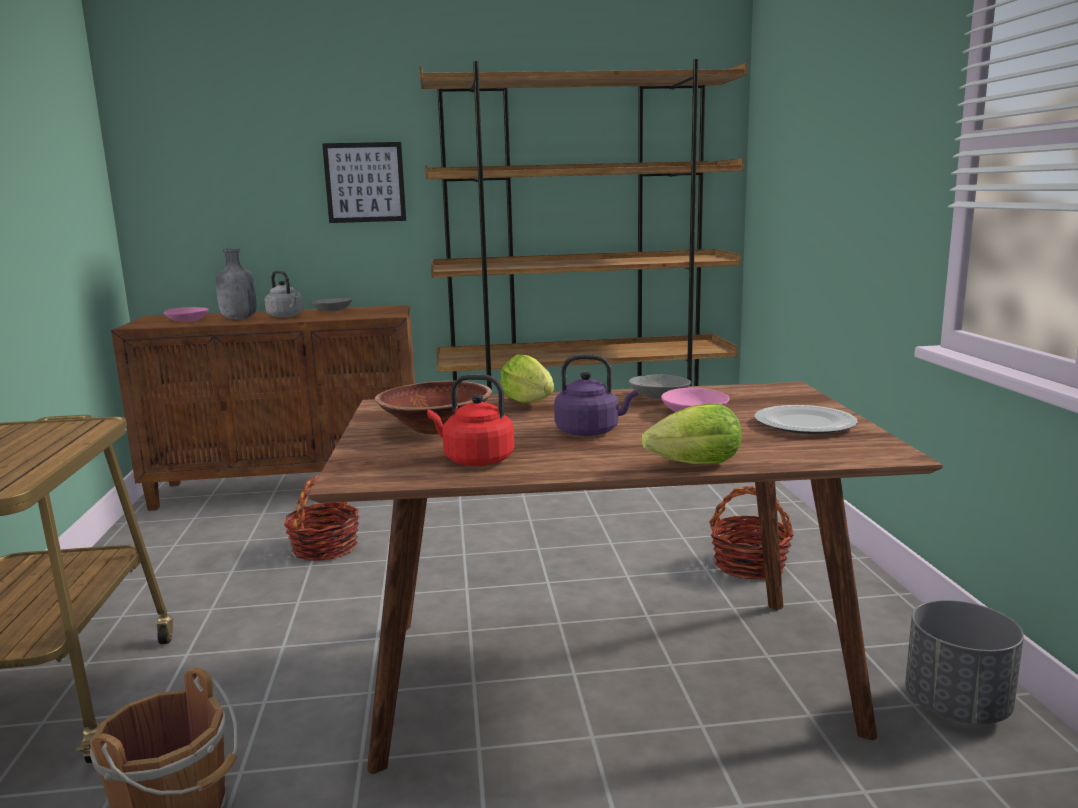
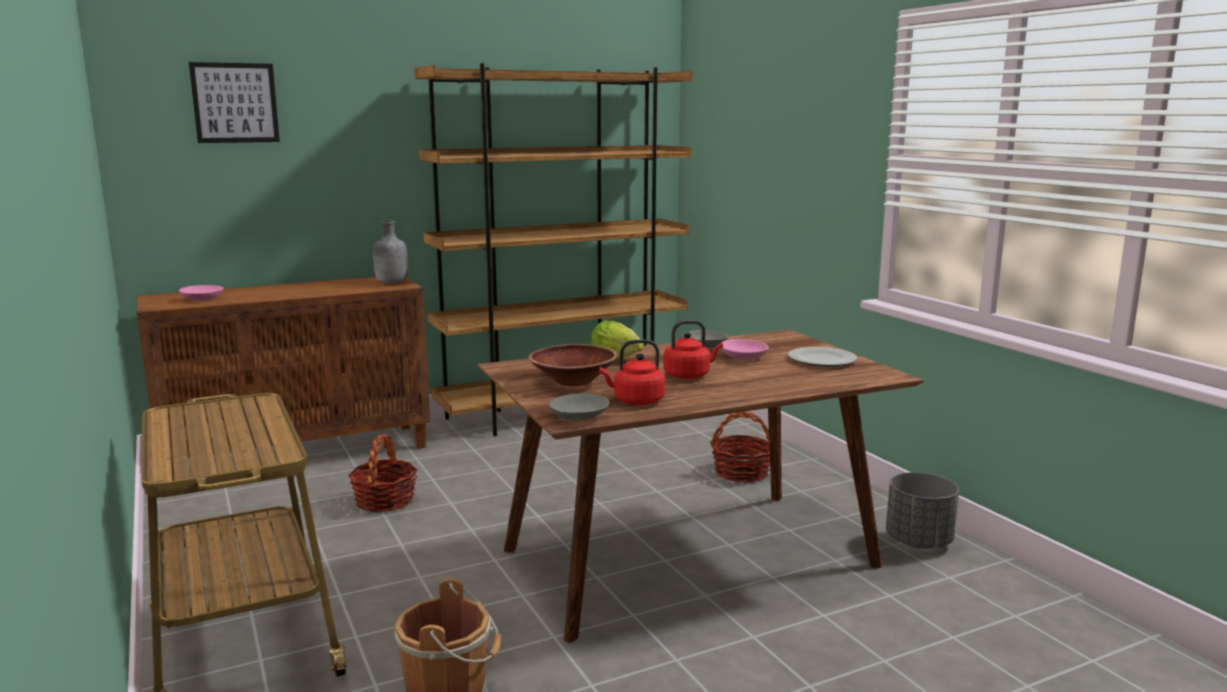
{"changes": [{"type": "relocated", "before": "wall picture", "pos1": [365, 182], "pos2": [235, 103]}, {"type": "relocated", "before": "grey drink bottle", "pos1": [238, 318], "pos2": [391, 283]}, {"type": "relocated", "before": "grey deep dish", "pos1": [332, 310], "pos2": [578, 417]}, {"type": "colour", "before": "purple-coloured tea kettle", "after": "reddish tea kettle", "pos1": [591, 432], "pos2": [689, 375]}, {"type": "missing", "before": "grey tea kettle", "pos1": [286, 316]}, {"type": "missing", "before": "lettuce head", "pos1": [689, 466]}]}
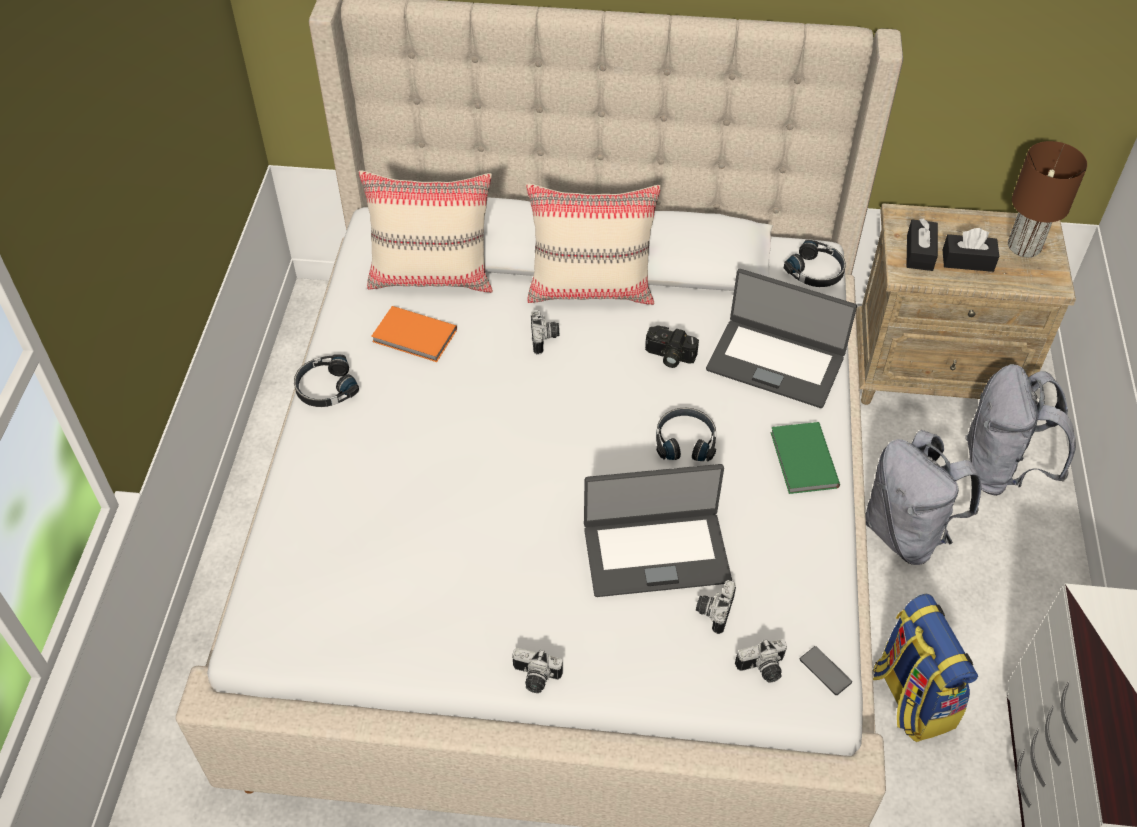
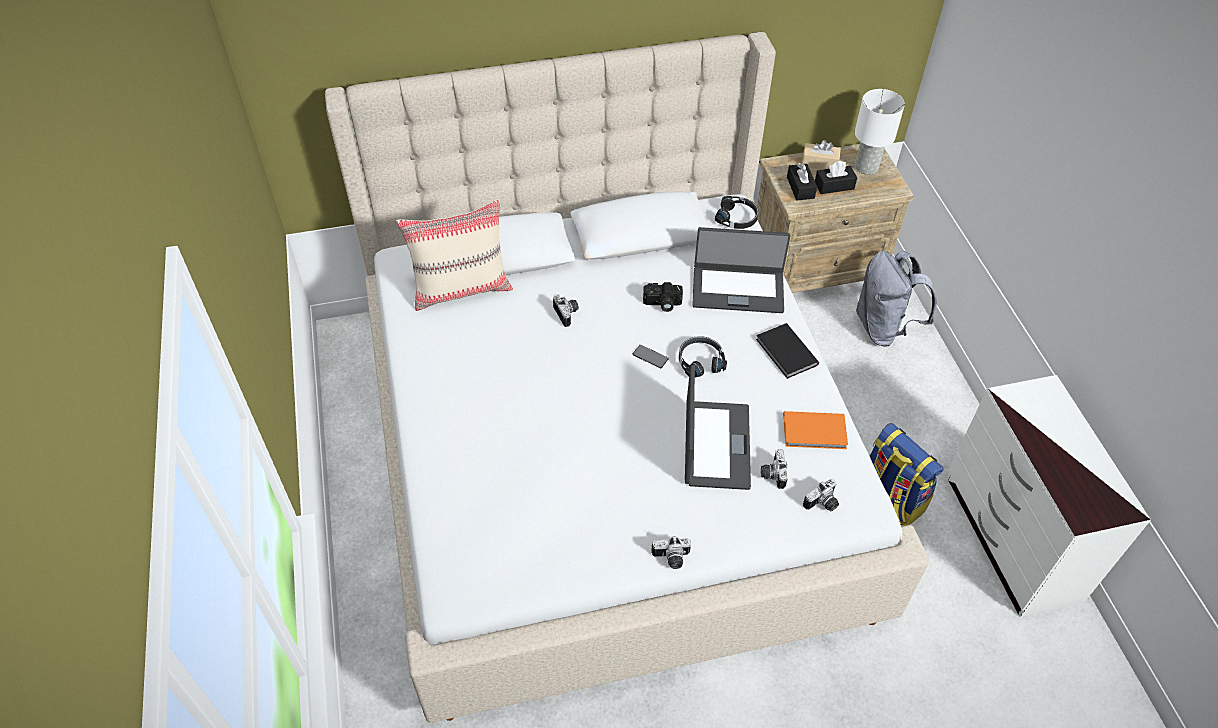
{"changes": [{"type": "relocated", "before": "telephone", "pos1": [825, 671], "pos2": [650, 357]}, {"type": "spun", "before": "notebook computer", "pos1": [656, 552], "pos2": [715, 445], "turn": -60}, {"type": "colour", "before": "green book", "after": "black book", "pos1": [802, 461], "pos2": [785, 353]}, {"type": "relocated", "before": "orangey book", "pos1": [414, 337], "pos2": [815, 433]}, {"type": "appeared", "after": "beige-coloured box of tissues", "pos2": [819, 163]}, {"type": "colour", "before": "brown lamp for a table", "after": "white-coloured lamp for a table", "pos1": [1023, 246], "pos2": [866, 167]}, {"type": "missing", "before": "black headphones", "pos1": [325, 388]}, {"type": "missing", "before": "beige-coloured throw pillow", "pos1": [591, 289]}, {"type": "missing", "before": "grey rucksack", "pos1": [906, 533]}]}
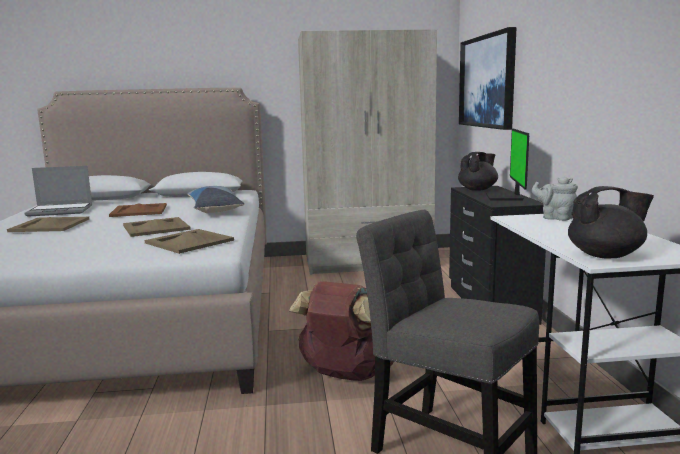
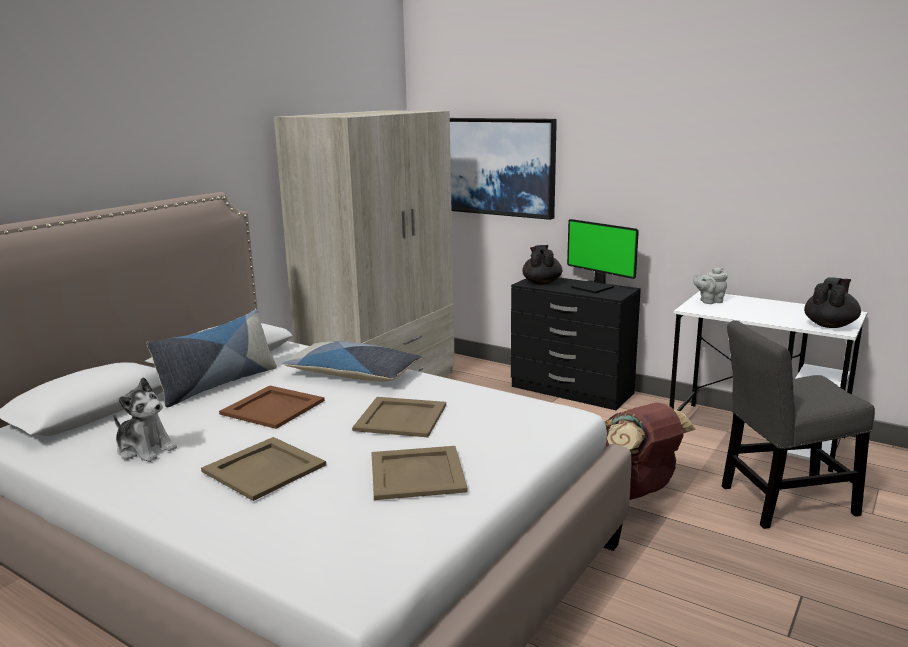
{"changes": [{"type": "exchanged", "before": "notebook computer", "after": "plush toy", "pos1": [61, 211], "pos2": [145, 449]}, {"type": "appeared", "after": "throw pillow", "pos2": [218, 384]}, {"type": "relocated", "before": "beige-coloured tray", "pos1": [189, 241], "pos2": [416, 472]}]}
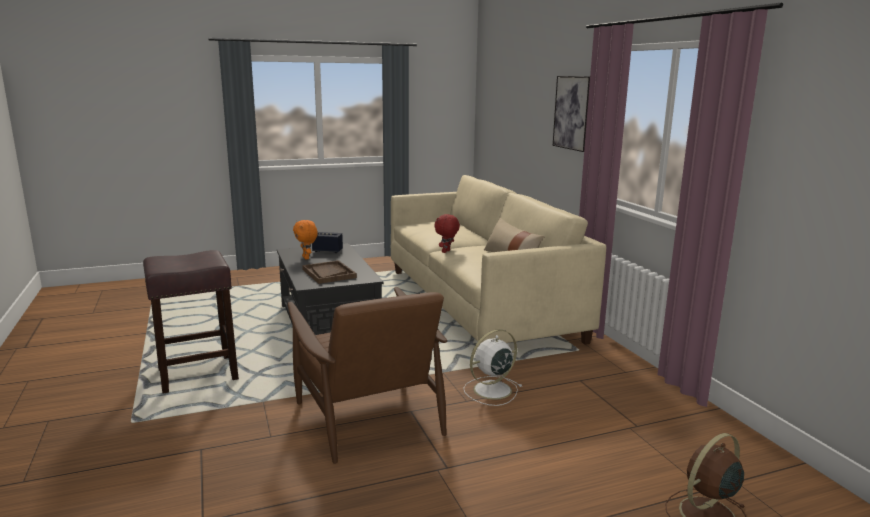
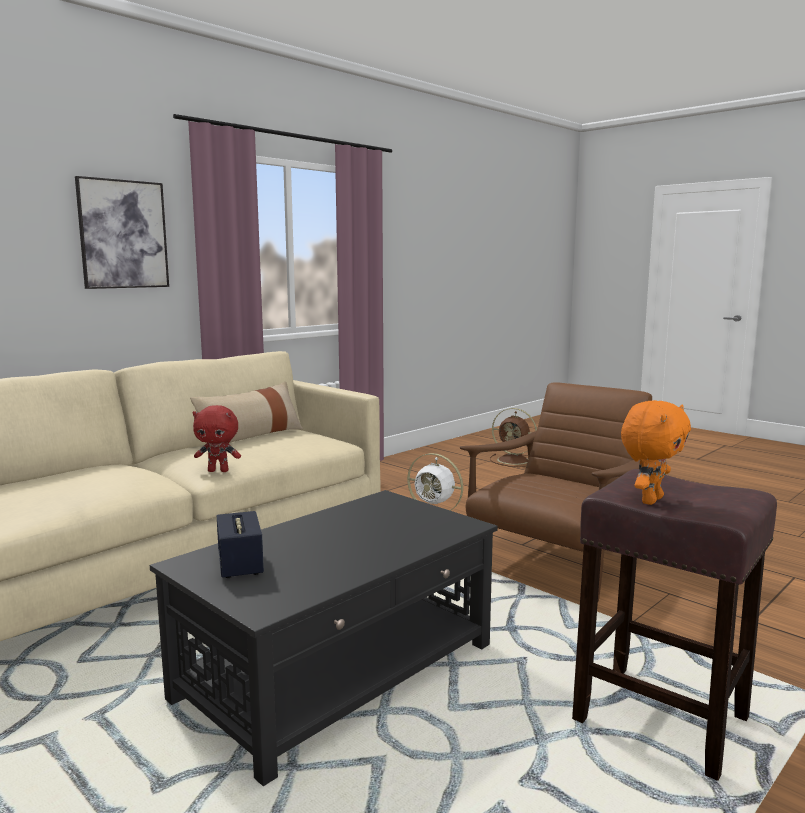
{"changes": [{"type": "relocated", "before": "orangey plush toy", "pos1": [306, 258], "pos2": [650, 500]}, {"type": "missing", "before": "brown tray", "pos1": [328, 273]}]}
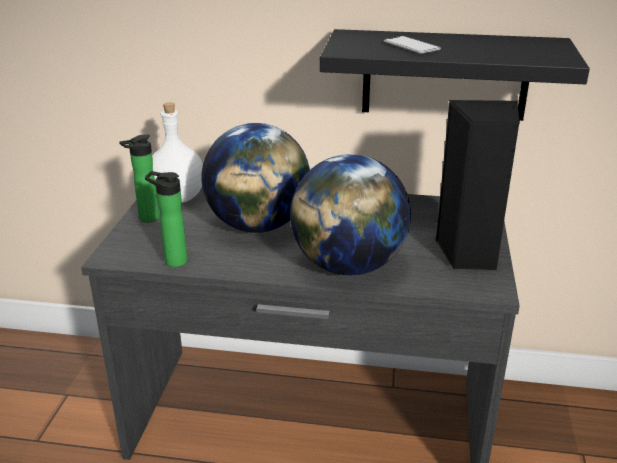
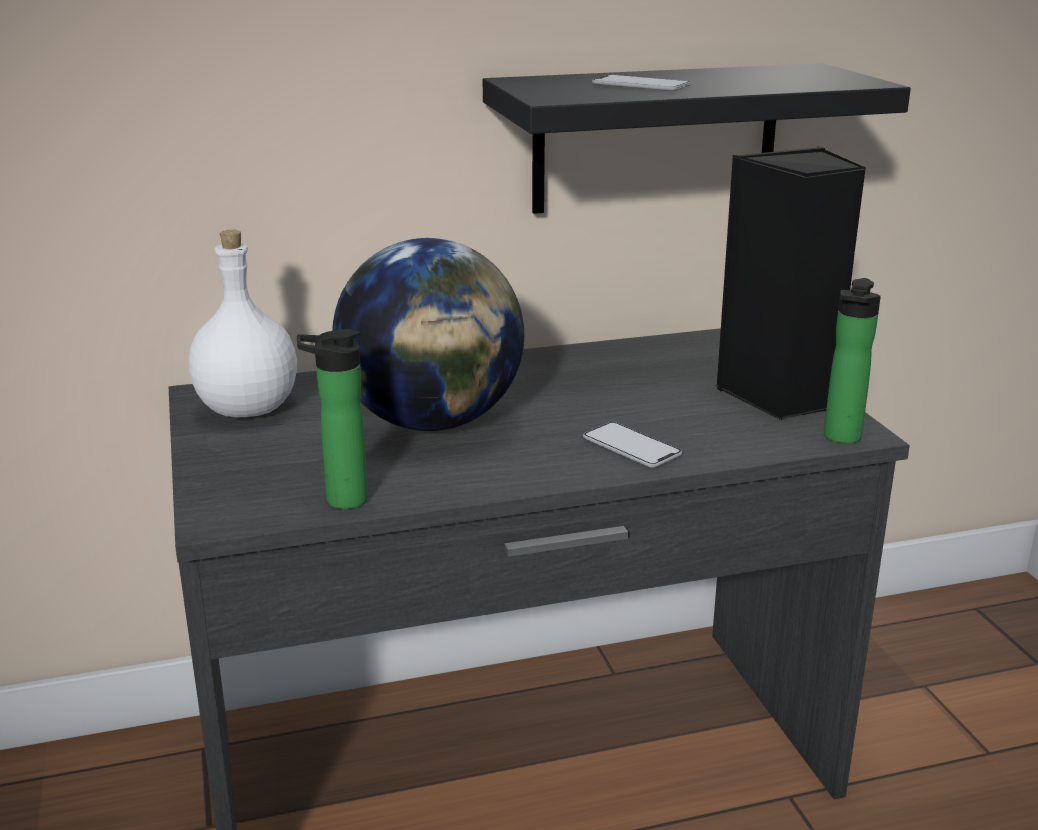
{"changes": [{"type": "exchanged", "before": "desk globe", "after": "telephone", "pos1": [348, 266], "pos2": [631, 447]}, {"type": "relocated", "before": "drink bottle", "pos1": [146, 219], "pos2": [841, 438]}]}
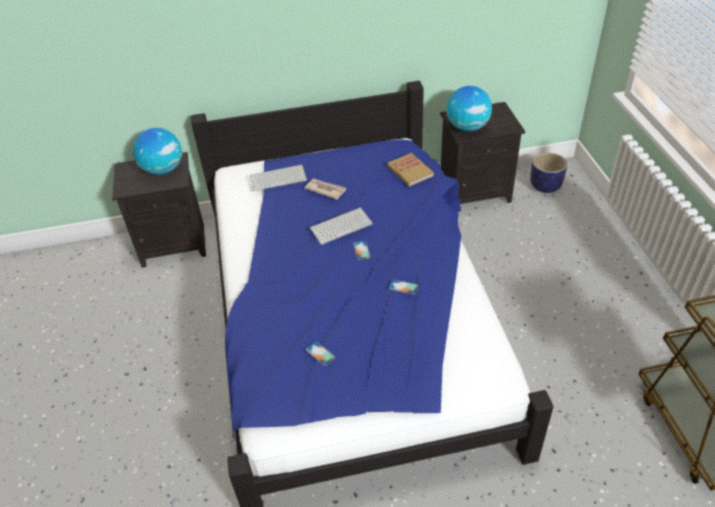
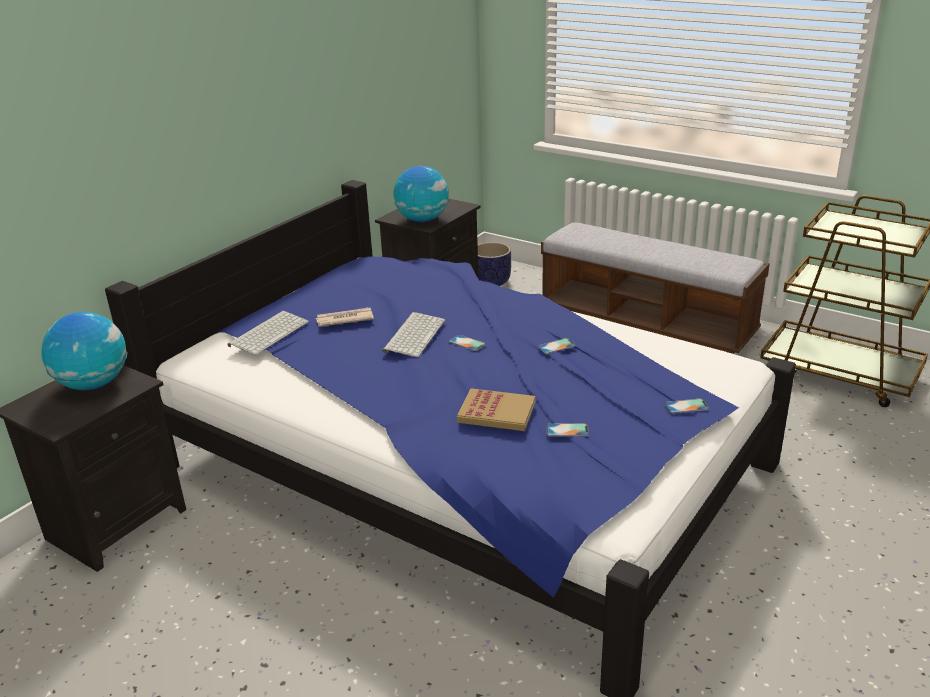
{"changes": [{"type": "relocated", "before": "book", "pos1": [410, 171], "pos2": [496, 413]}, {"type": "appeared", "after": "indoor bench", "pos2": [646, 322]}, {"type": "appeared", "after": "telephone", "pos2": [686, 406]}]}
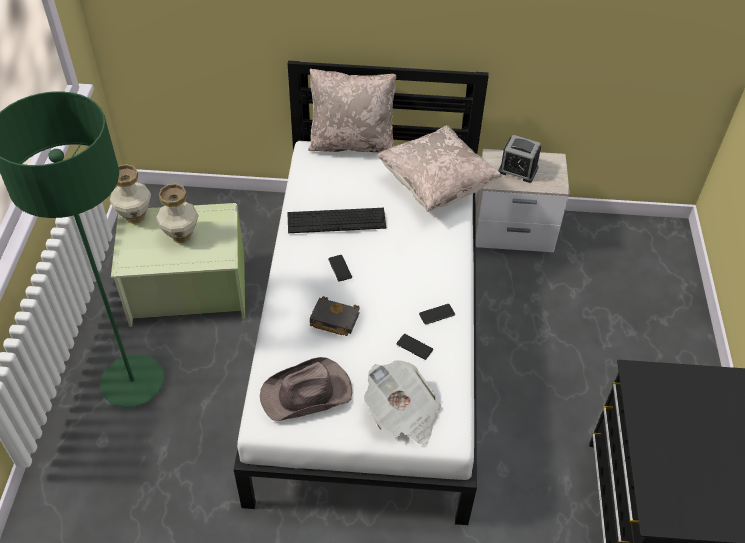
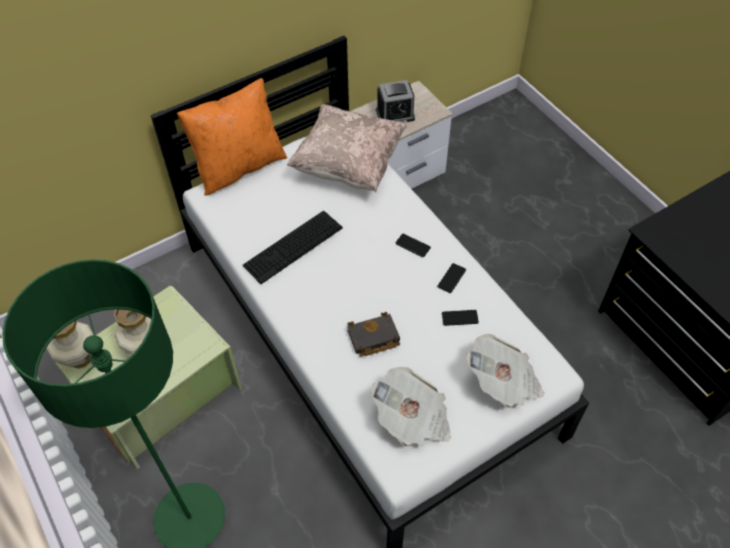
{"changes": [{"type": "colour", "before": "beige-coloured throw pillow", "after": "orangey throw pillow", "pos1": [352, 142], "pos2": [239, 166]}, {"type": "exchanged", "before": "brown wearable hat", "after": "daily paper", "pos1": [307, 394], "pos2": [413, 419]}, {"type": "relocated", "before": "telephone", "pos1": [340, 268], "pos2": [412, 245]}]}
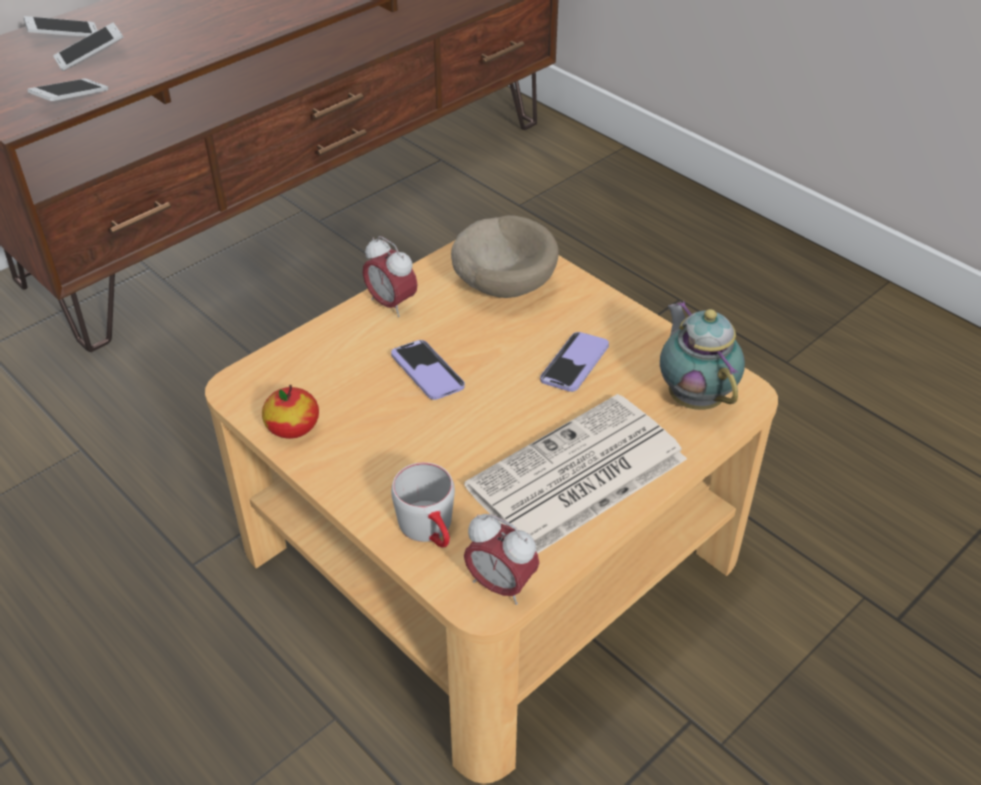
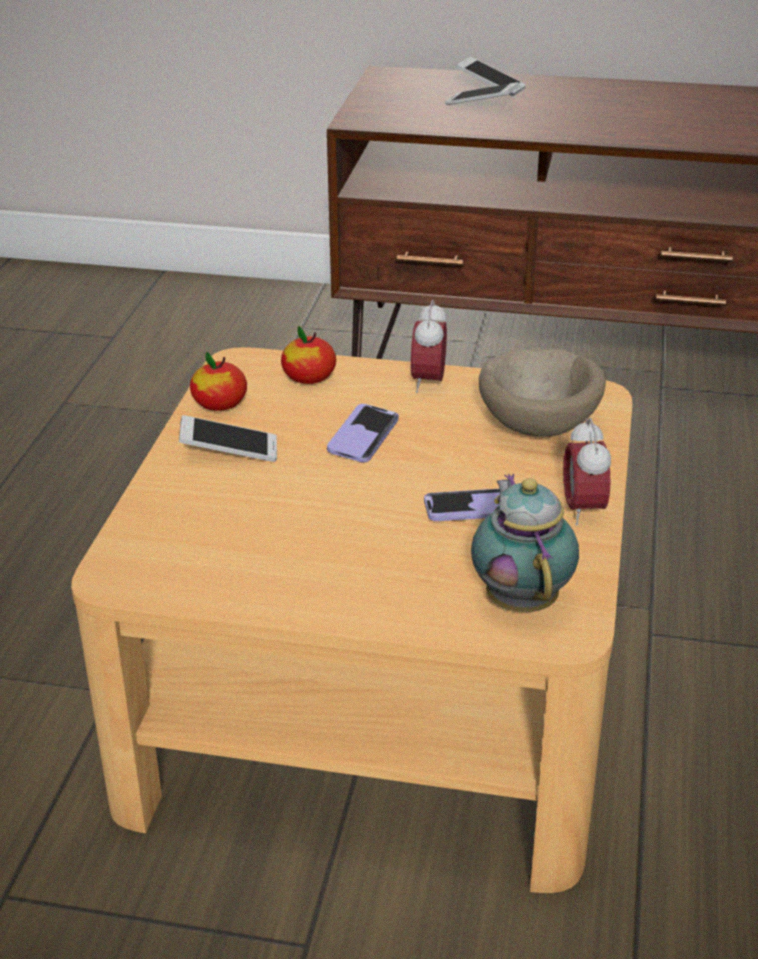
{"changes": [{"type": "relocated", "before": "telephone", "pos1": [71, 100], "pos2": [229, 452]}, {"type": "appeared", "after": "whole apple", "pos2": [309, 378]}, {"type": "spun", "before": "pot for tea", "pos1": [694, 396], "pos2": [521, 599], "turn": -45}, {"type": "relocated", "before": "table clock", "pos1": [500, 585], "pos2": [583, 510]}, {"type": "missing", "before": "grey mug", "pos1": [431, 531]}, {"type": "missing", "before": "daily paper", "pos1": [576, 476]}]}
